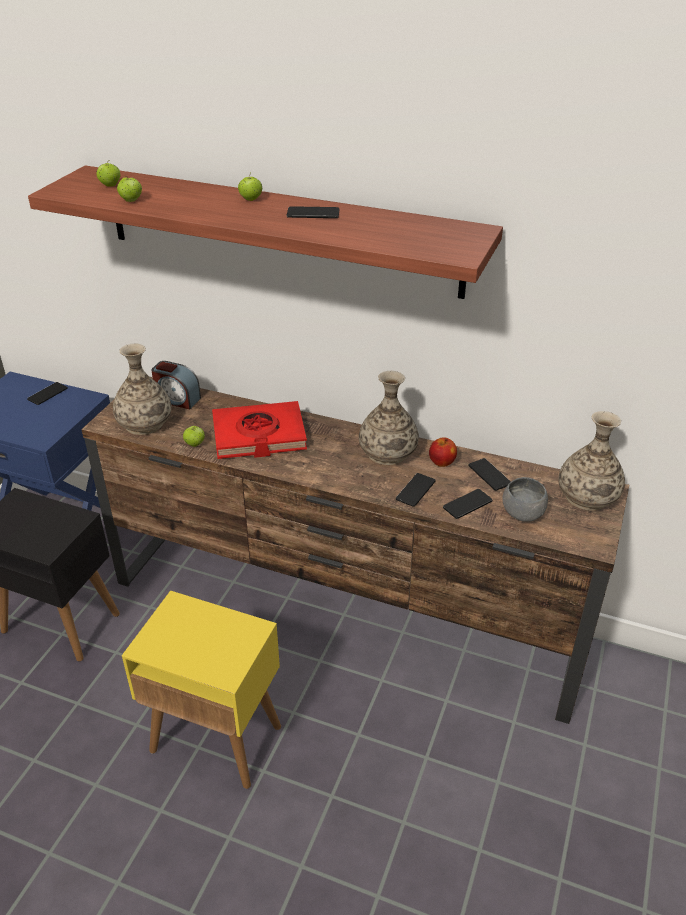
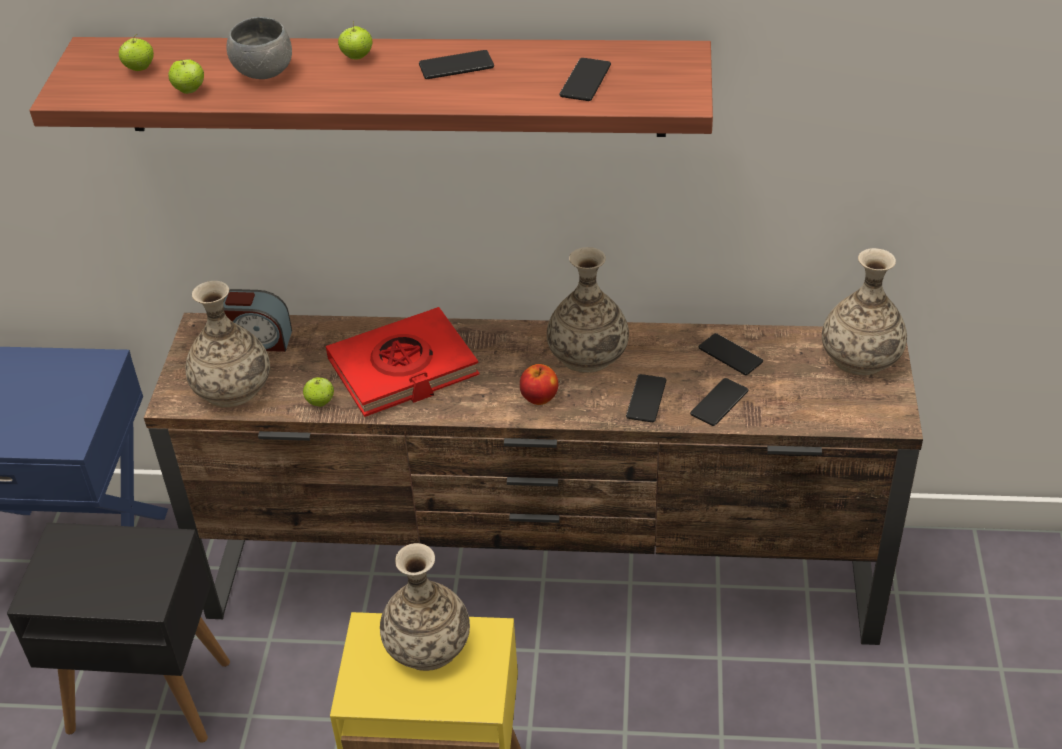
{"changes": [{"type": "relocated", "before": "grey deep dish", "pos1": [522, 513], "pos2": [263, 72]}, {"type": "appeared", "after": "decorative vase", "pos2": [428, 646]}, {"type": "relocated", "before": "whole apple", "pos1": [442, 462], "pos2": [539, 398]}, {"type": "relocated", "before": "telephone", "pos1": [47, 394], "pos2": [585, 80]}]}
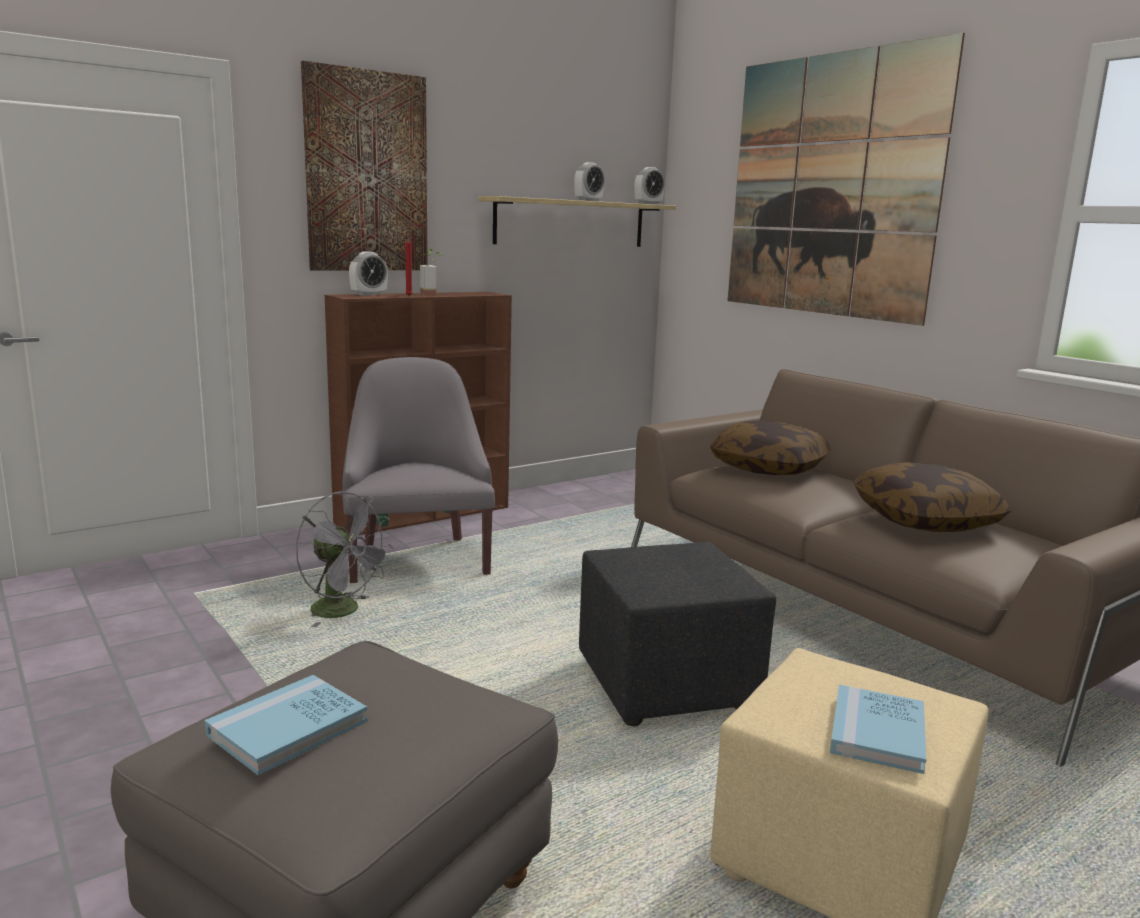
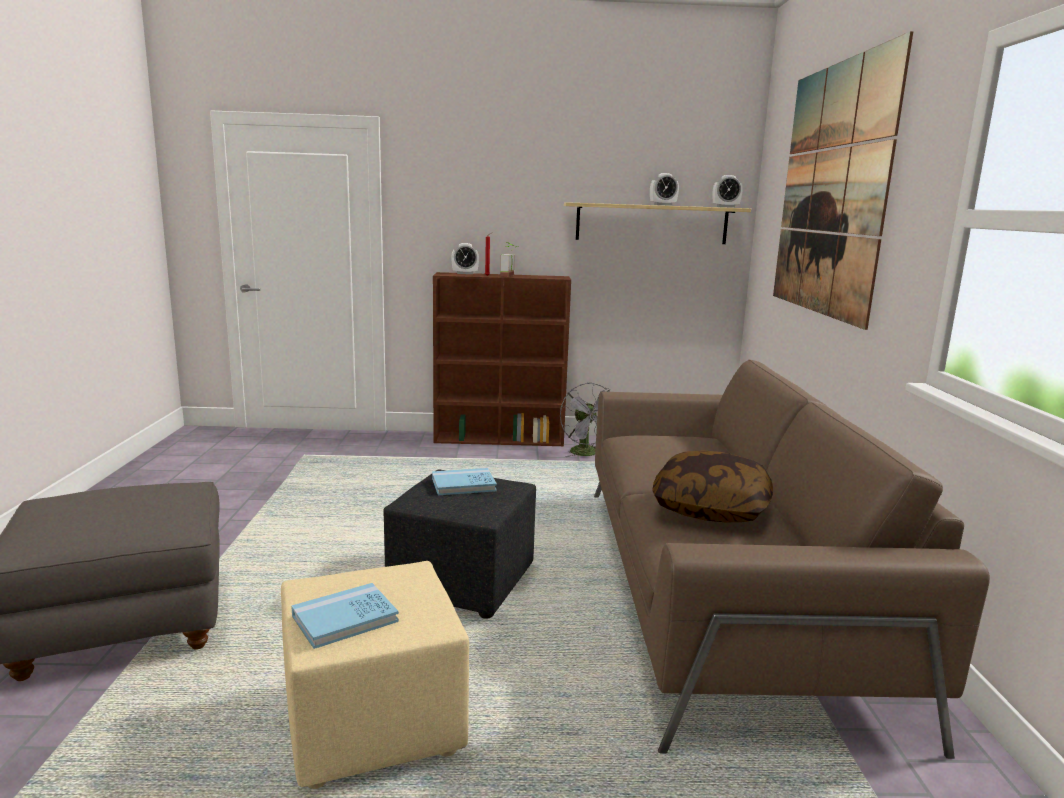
{"changes": [{"type": "relocated", "before": "blue book", "pos1": [288, 728], "pos2": [463, 484]}, {"type": "relocated", "before": "grey fan", "pos1": [344, 611], "pos2": [587, 454]}, {"type": "missing", "before": "wall picture", "pos1": [367, 172]}, {"type": "missing", "before": "grey easy chair", "pos1": [417, 558]}, {"type": "missing", "before": "throw pillow", "pos1": [768, 468]}]}
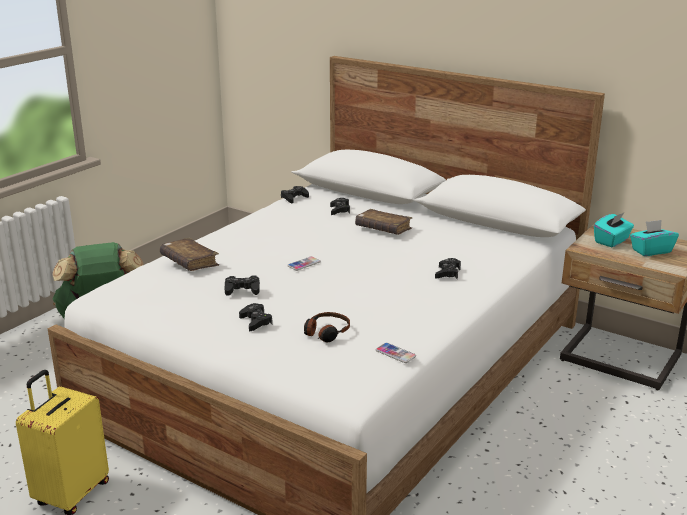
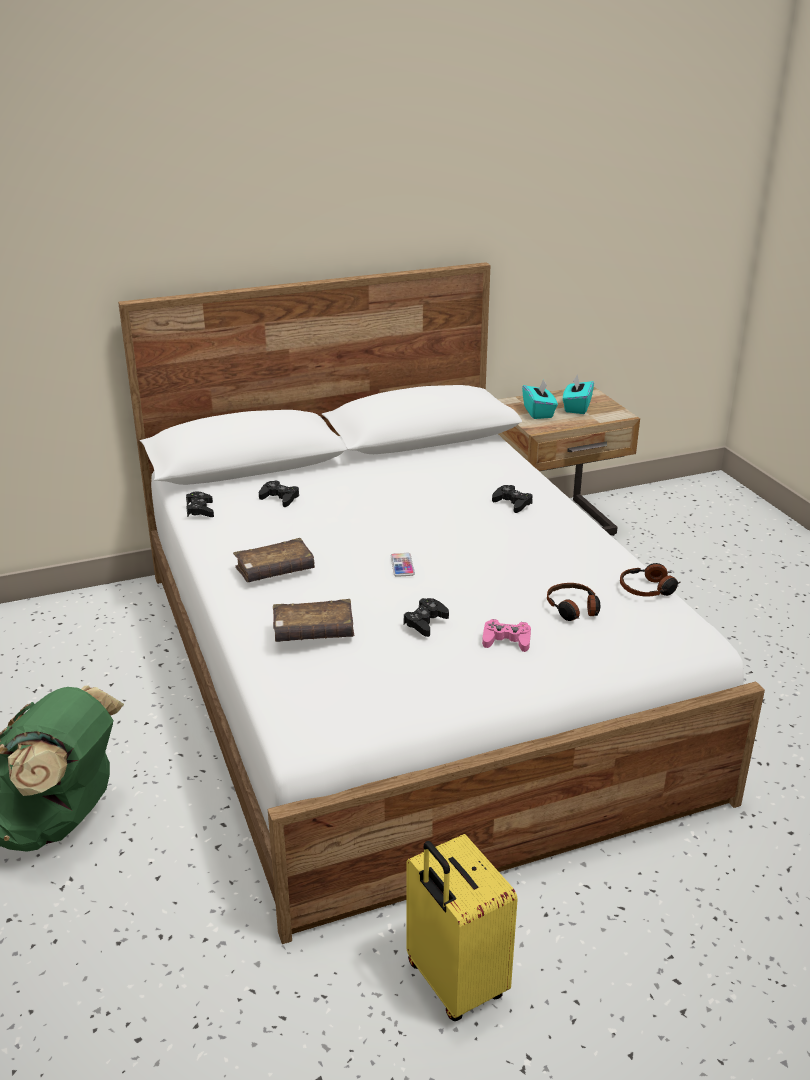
{"changes": [{"type": "relocated", "before": "brown book", "pos1": [383, 229], "pos2": [275, 570]}, {"type": "colour", "before": "black gamepad", "after": "pink-coloured gamepad", "pos1": [256, 321], "pos2": [506, 640]}, {"type": "exchanged", "before": "telephone", "after": "headphones", "pos1": [395, 353], "pos2": [648, 589]}]}
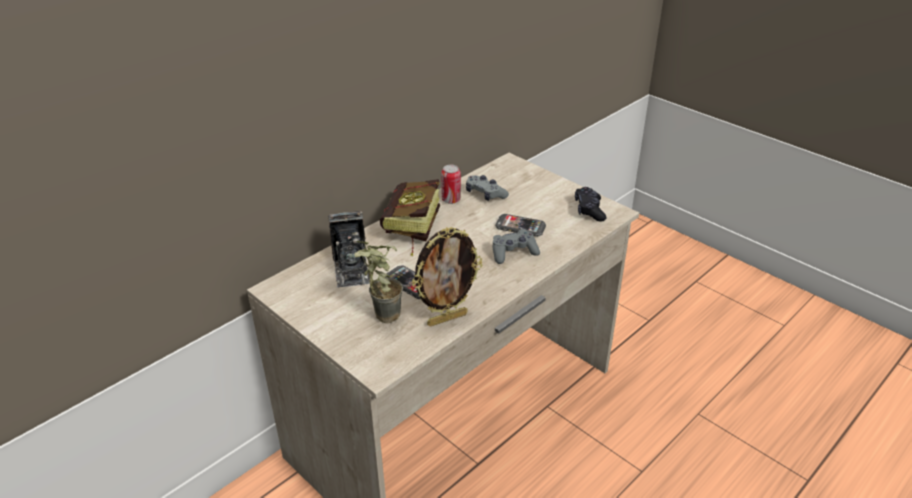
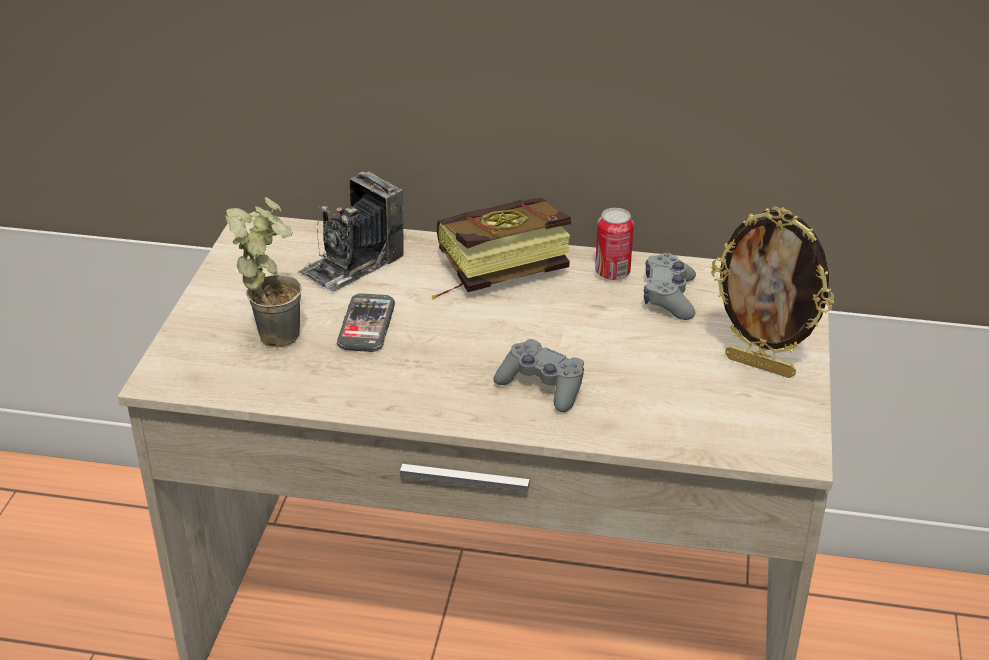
{"changes": [{"type": "relocated", "before": "standing frame", "pos1": [447, 318], "pos2": [761, 365]}, {"type": "missing", "before": "telephone", "pos1": [520, 227]}, {"type": "missing", "before": "black gamepad", "pos1": [589, 210]}]}
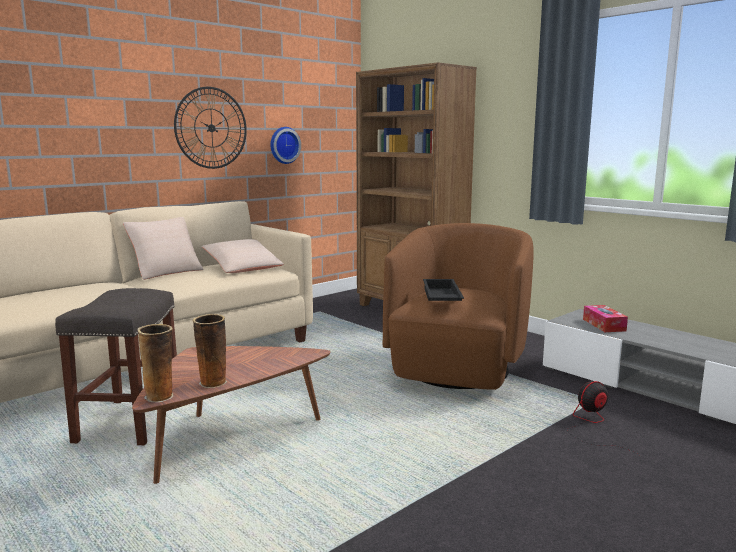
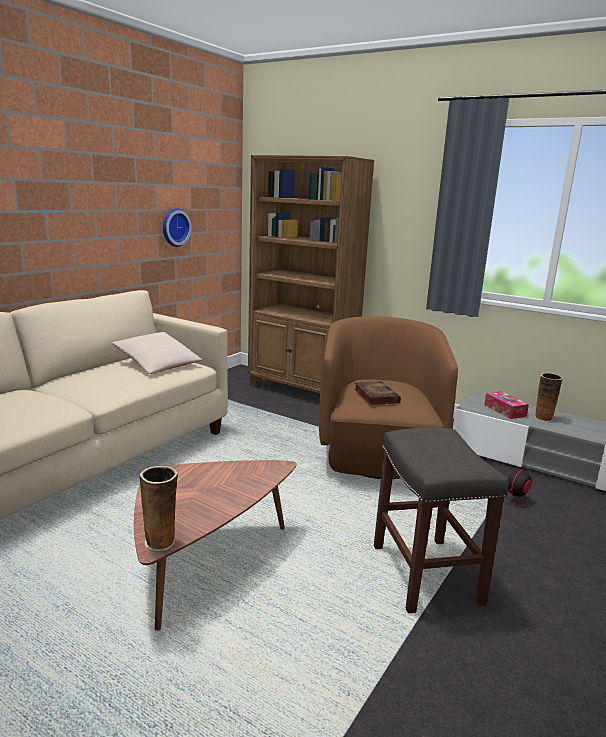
{"changes": [{"type": "exchanged", "before": "black tray", "after": "book", "pos1": [440, 297], "pos2": [375, 395]}, {"type": "relocated", "before": "grey stool seat", "pos1": [129, 422], "pos2": [427, 575]}, {"type": "relocated", "before": "decorative vase", "pos1": [212, 383], "pos2": [544, 418]}, {"type": "missing", "before": "beige-coloured throw pillow", "pos1": [166, 272]}, {"type": "missing", "before": "hanging clock", "pos1": [211, 128]}]}
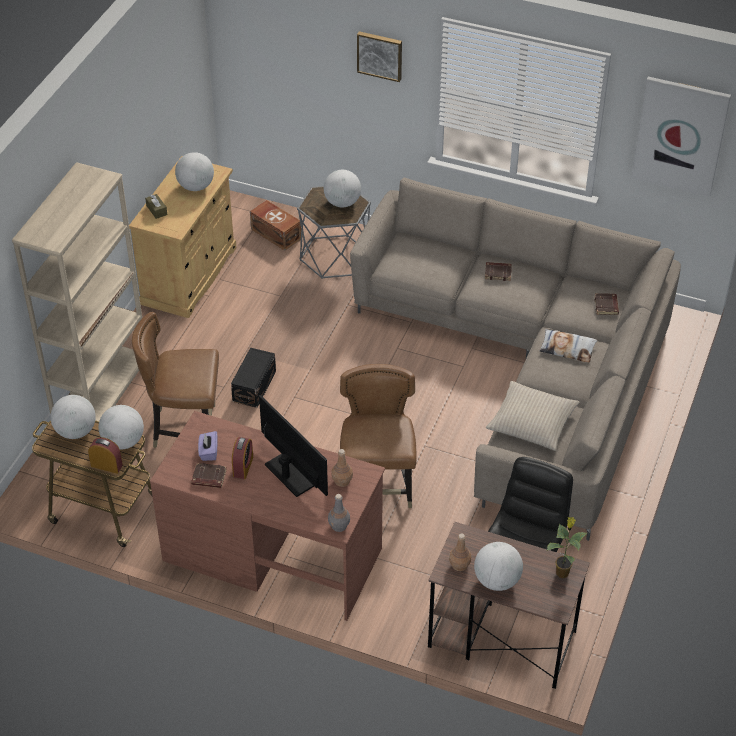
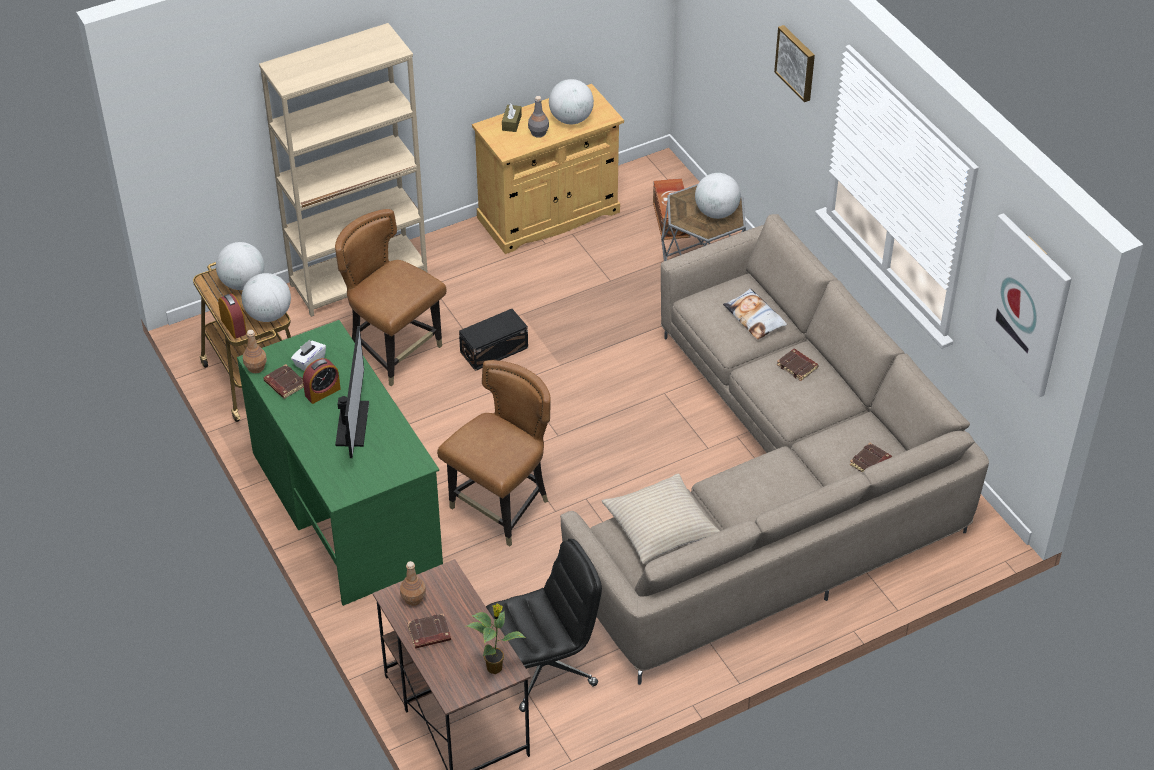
{"changes": [{"type": "colour", "before": "brown desk unit", "after": "green desk unit", "pos1": [272, 553], "pos2": [346, 506]}, {"type": "relocated", "before": "brown drink bottle", "pos1": [341, 481], "pos2": [255, 367]}, {"type": "colour", "before": "purple-coloured box of tissues", "after": "white-coloured box of tissues", "pos1": [208, 452], "pos2": [309, 362]}, {"type": "exchanged", "before": "desk globe", "after": "brown book", "pos1": [497, 580], "pos2": [429, 634]}, {"type": "relocated", "before": "grey drink bottle", "pos1": [339, 526], "pos2": [538, 133]}, {"type": "relocated", "before": "throw pillow", "pos1": [567, 348], "pos2": [754, 318]}]}
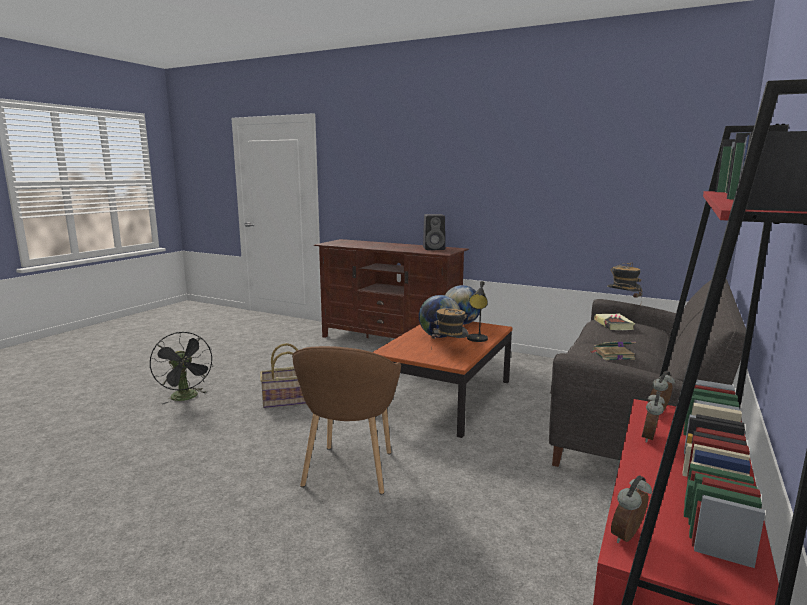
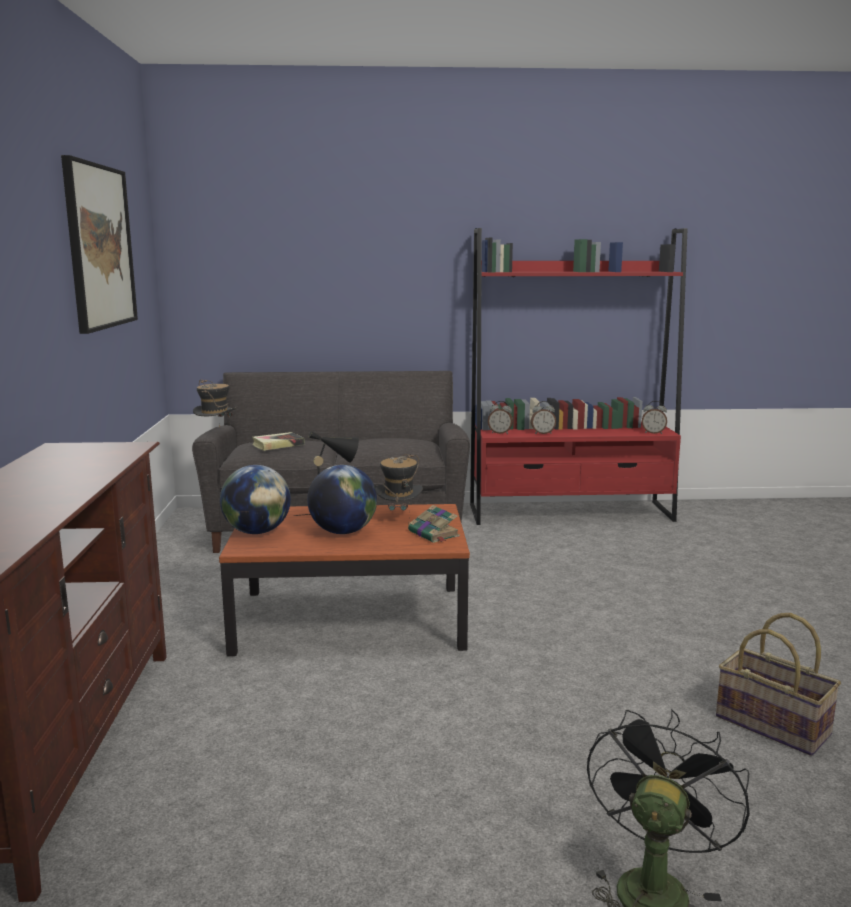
{"changes": [{"type": "appeared", "after": "wall picture", "pos2": [99, 247]}, {"type": "relocated", "before": "book", "pos1": [612, 355], "pos2": [434, 534]}, {"type": "relocated", "before": "basket", "pos1": [287, 401], "pos2": [773, 725]}, {"type": "missing", "before": "brown easy chair", "pos1": [349, 471]}, {"type": "missing", "before": "black audio speaker", "pos1": [434, 248]}]}
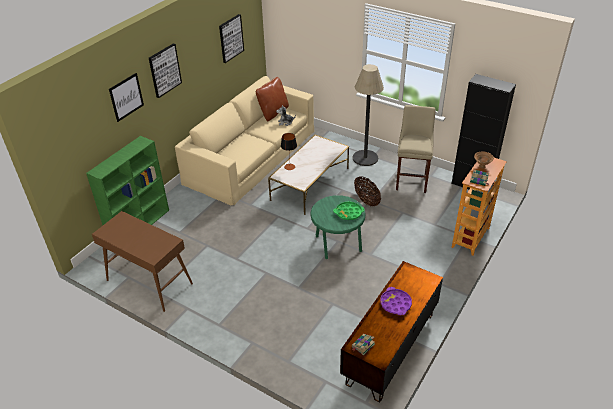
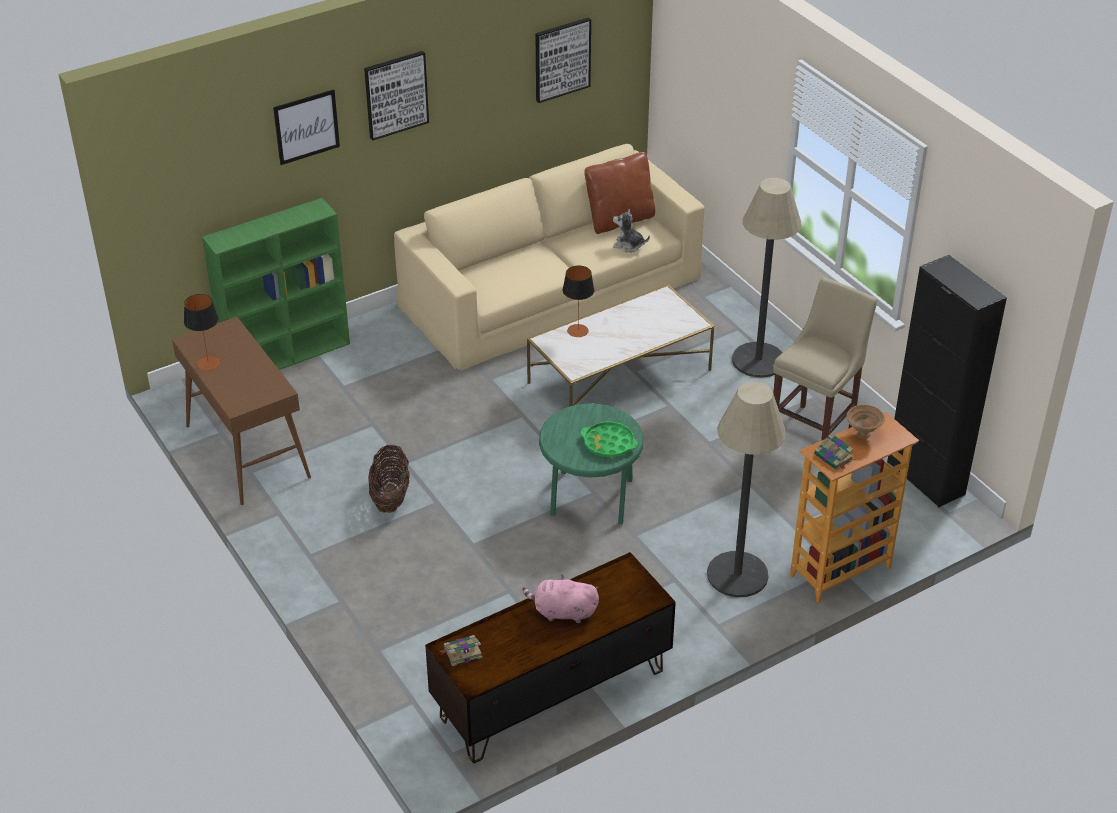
{"changes": [{"type": "appeared", "after": "lamp for a table", "pos2": [208, 363]}, {"type": "relocated", "before": "basket", "pos1": [366, 200], "pos2": [390, 497]}, {"type": "exchanged", "before": "purple-coloured tray", "after": "pink-coloured plush toy", "pos1": [395, 303], "pos2": [562, 612]}, {"type": "appeared", "after": "standing lamp", "pos2": [737, 575]}]}
